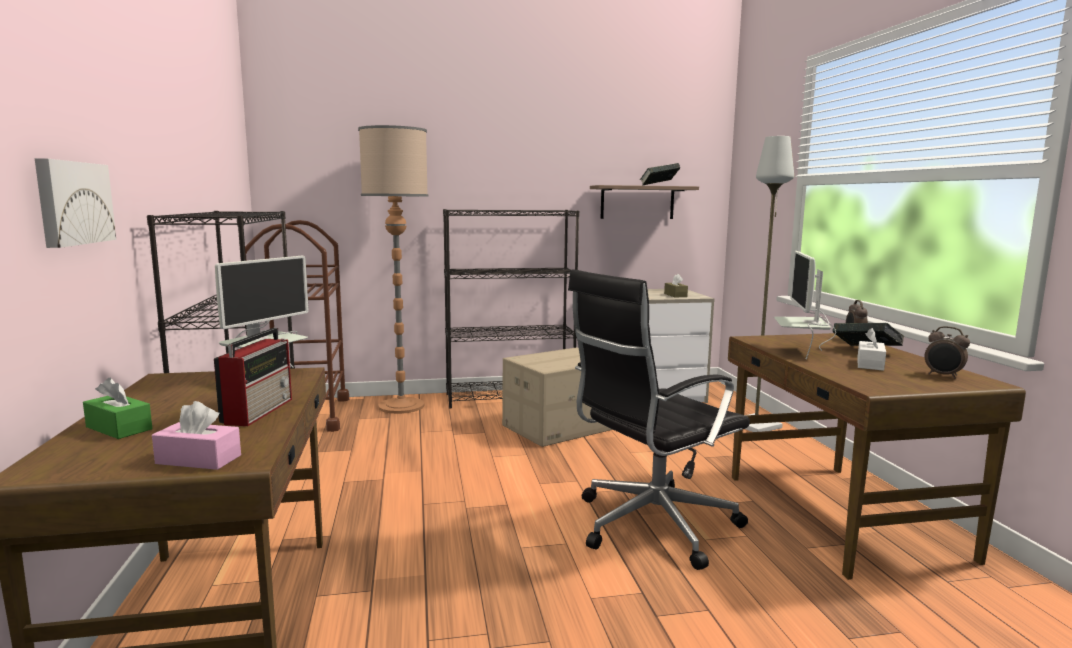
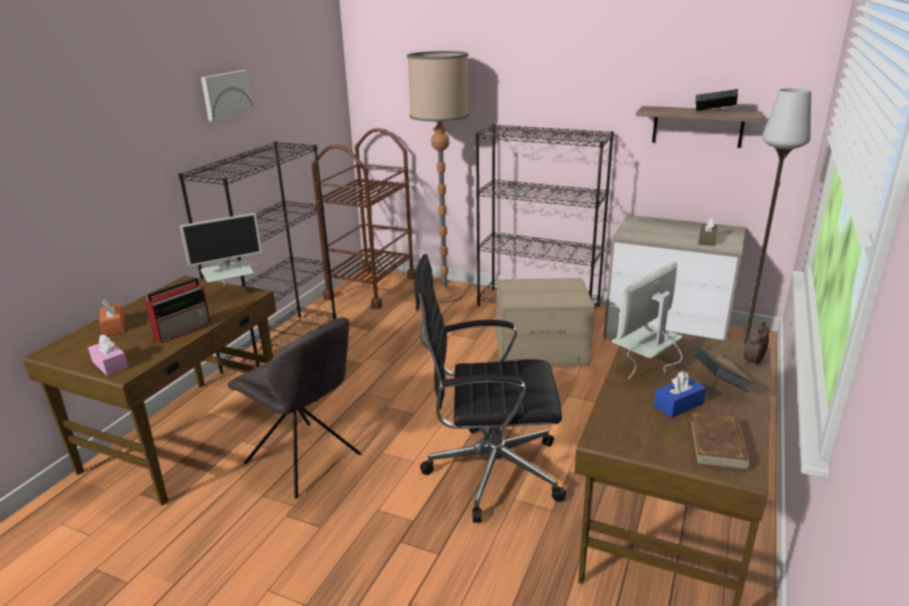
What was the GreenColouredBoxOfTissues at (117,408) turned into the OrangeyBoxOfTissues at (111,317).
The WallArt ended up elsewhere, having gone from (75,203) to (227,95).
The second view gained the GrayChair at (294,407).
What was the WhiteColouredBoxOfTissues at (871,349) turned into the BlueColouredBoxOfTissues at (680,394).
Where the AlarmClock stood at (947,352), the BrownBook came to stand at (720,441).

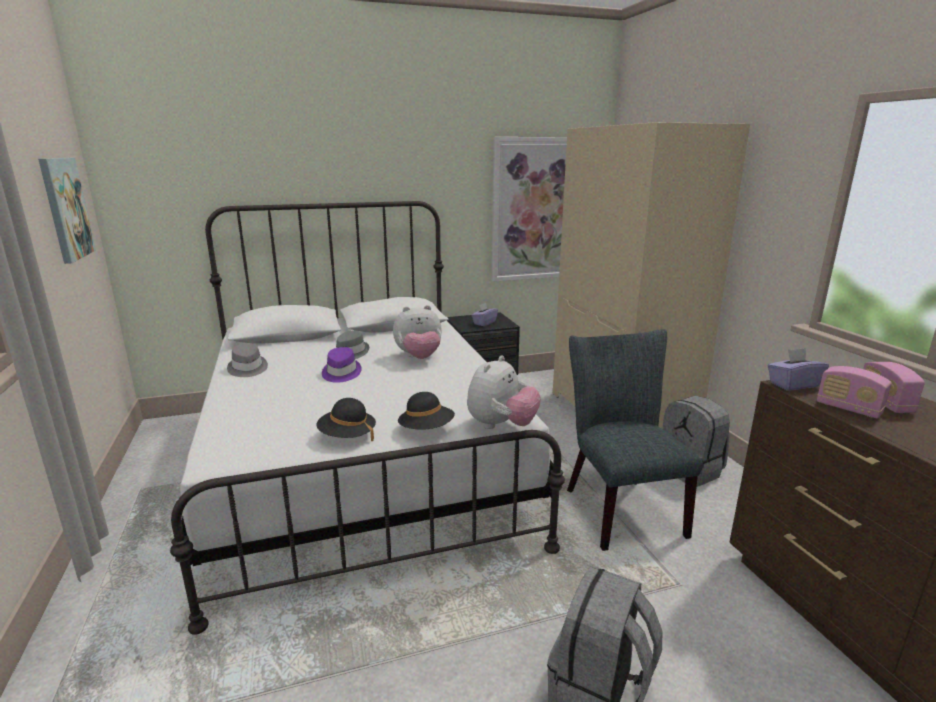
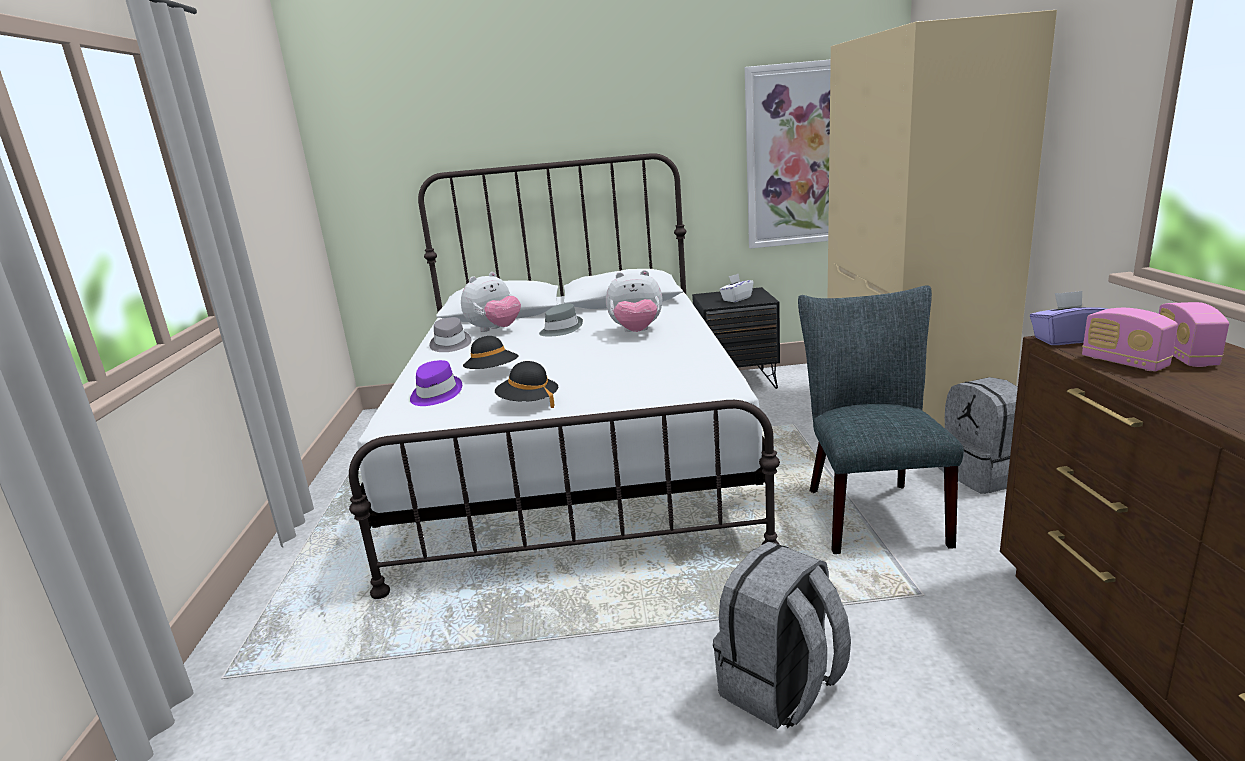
The PurpleWearableHat ended up elsewhere, having gone from (342,365) to (436,383).
The CuddlyToy ended up elsewhere, having gone from (504,392) to (491,302).
The BlackishWearableHat ended up elsewhere, having gone from (426,411) to (491,352).
What was the PurpleBoxOfTissues at (484,314) turned into the WhiteColouredBoxOfTissues at (736,288).
The second view lost the WallArt at (67,211).

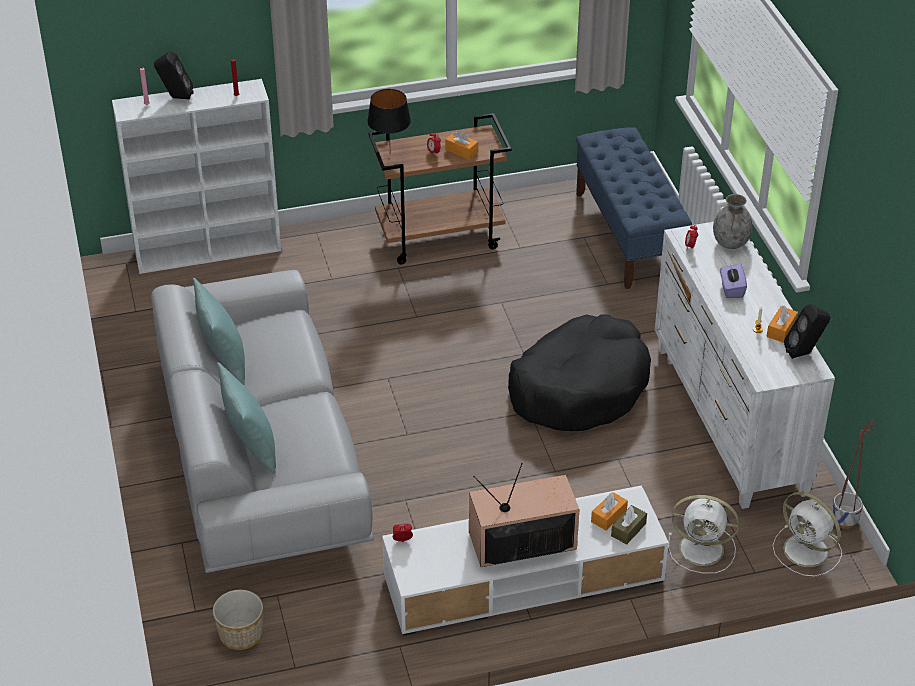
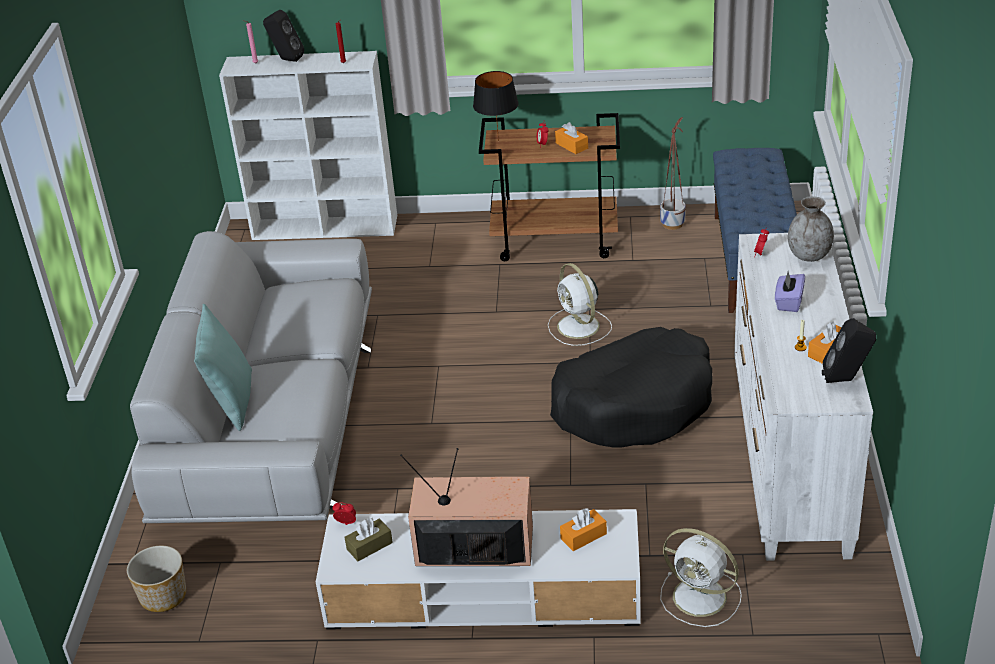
The BrownBoxOfTissues ended up elsewhere, having gone from (629,524) to (369,539).
The WhiteColouredFan ended up elsewhere, having gone from (807,534) to (580,304).
The Planter ended up elsewhere, having gone from (854,474) to (673,173).
The second view lost the BlueGreenThrowPillow at (219,331).

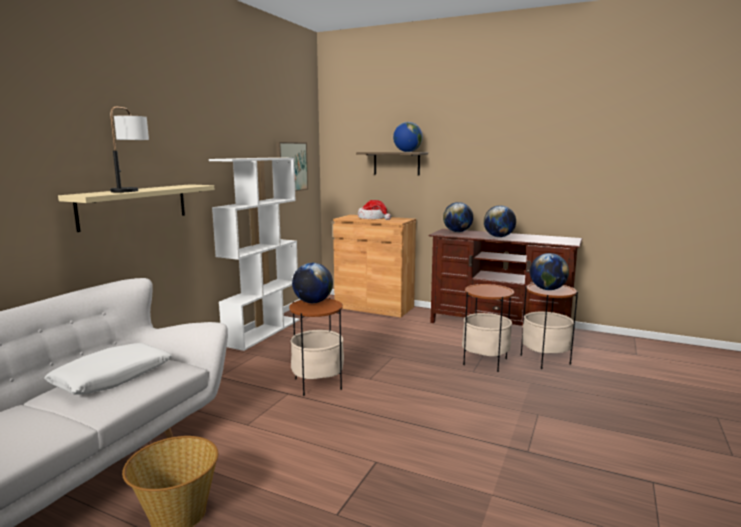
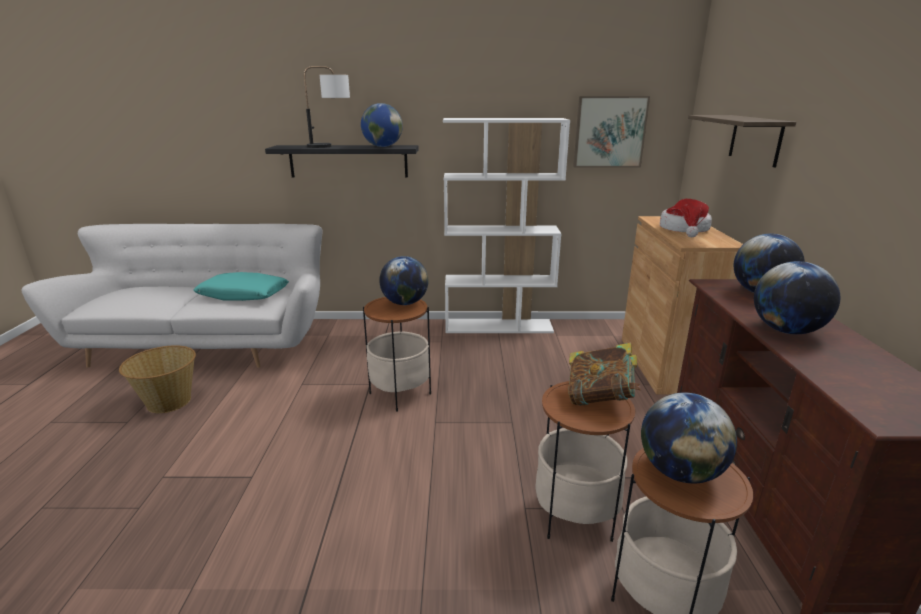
What was the WhiteColouredThrowPillow at (108,369) turned into the BlueGreenThrowPillow at (241,286).
What was the BeigeColouredBracketShelf at (136,208) turned into the BlackishBracketShelf at (342,161).
The DeskGlobe ended up elsewhere, having gone from (408,137) to (382,125).
The second view gained the Book at (604,374).

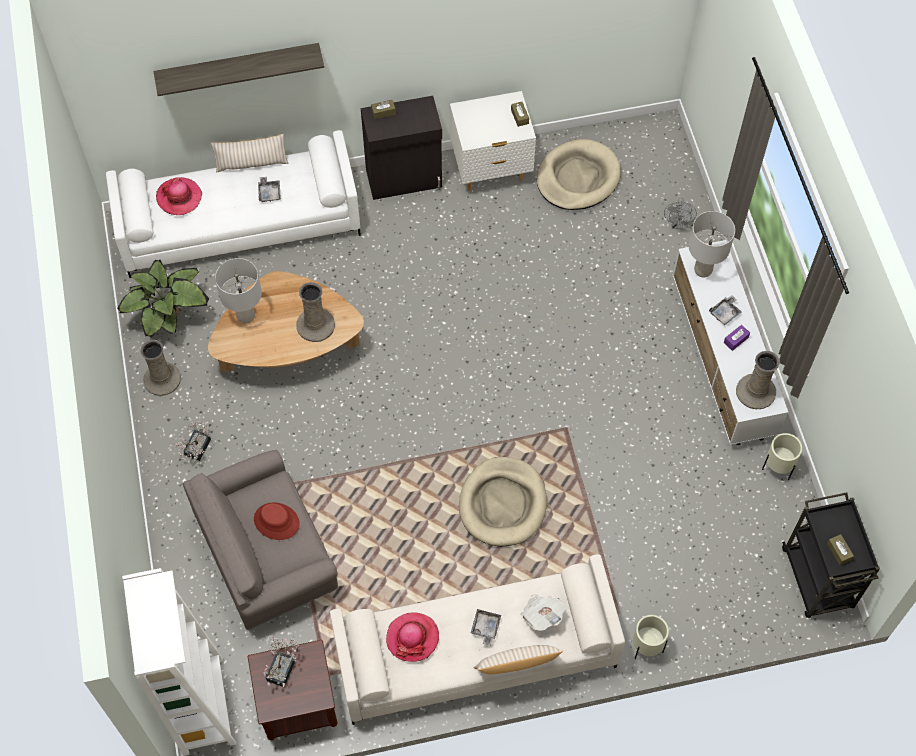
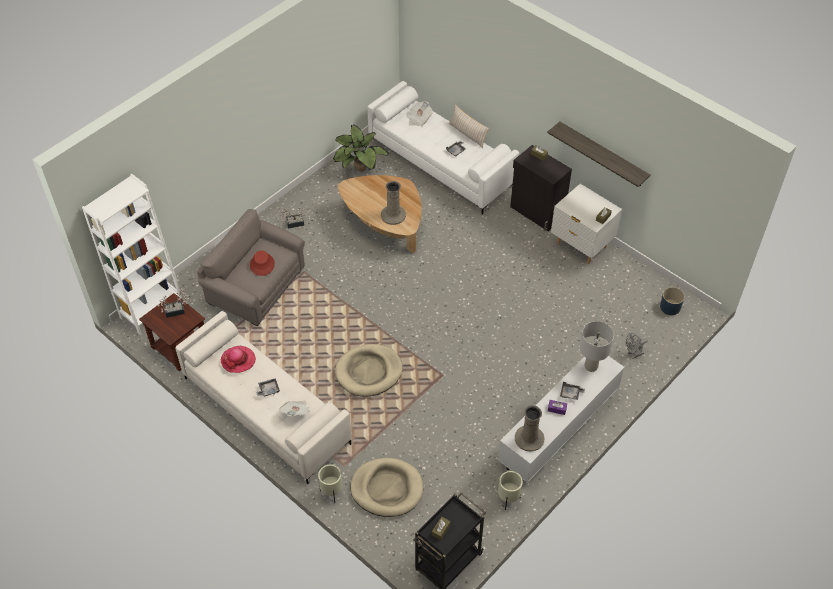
The BeigeColouredDogBed ended up elsewhere, having gone from (579,174) to (386,487).
Where the WearableHat stood at (179,196), the PrintedPaper came to stand at (421,114).
The BracketShelf ended up elsewhere, having gone from (239,69) to (599,154).
The second view gained the BlueColouredPlanter at (672,301).
The second view lost the BeigeColouredFlowerVase at (160,368).
The second view lost the GrayLampForATable at (238,290).
The second view lost the BeigeColouredThrowPillow at (518,659).

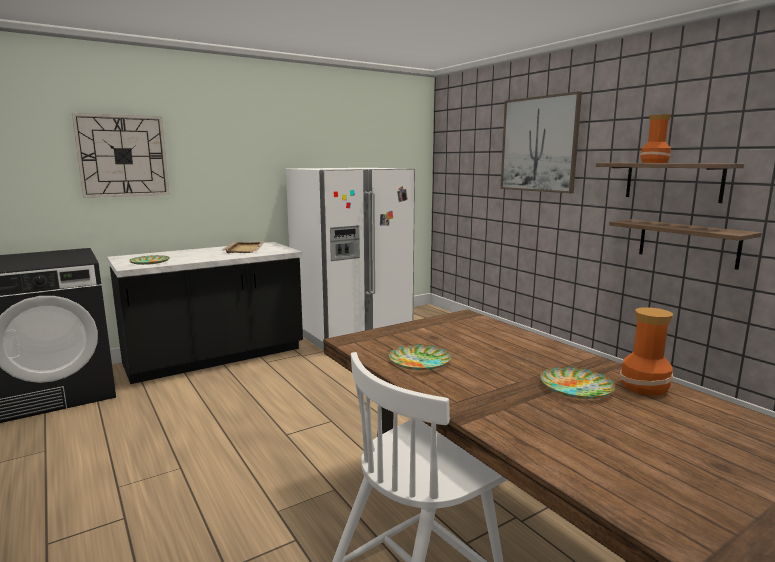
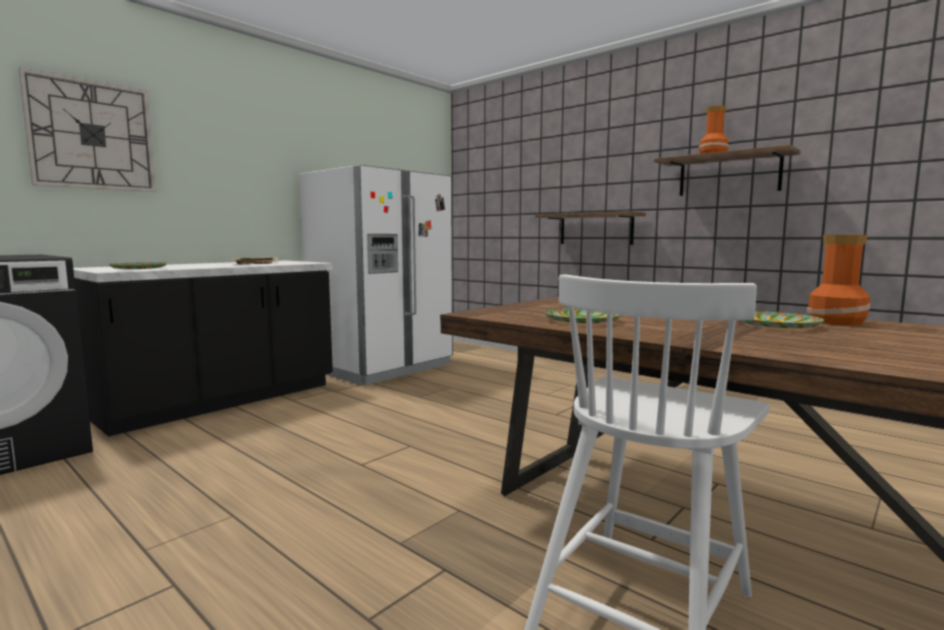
The BracketShelf ended up elsewhere, having gone from (685,244) to (590,228).
The second view lost the WallArt at (541,142).

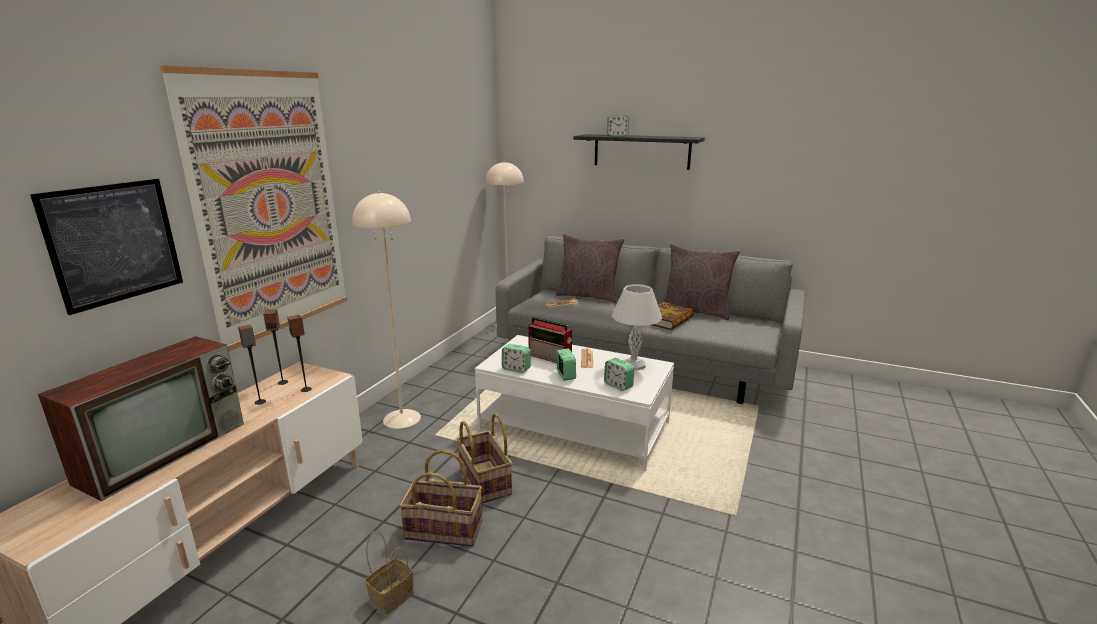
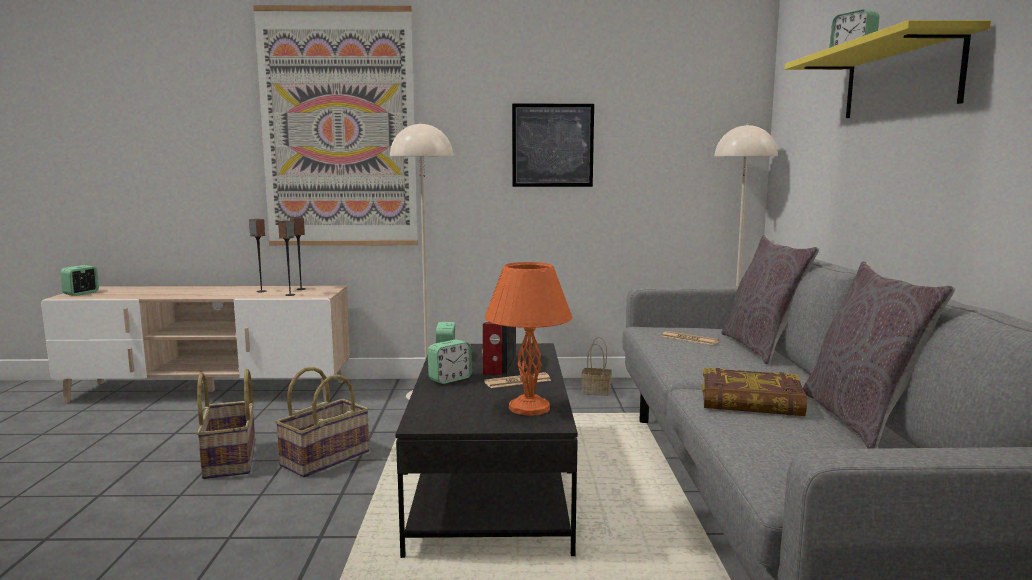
The AlarmClock ended up elsewhere, having gone from (619,374) to (80,280).
What was the WhiteColouredCoffeeTable at (574,403) turned into the BlackishCoffeeTable at (487,450).
What was the WhiteColouredLampForATable at (637,327) turned into the OrangeyLampForATable at (528,339).
The WallArt ended up elsewhere, having gone from (106,247) to (553,145).
The HouseholdBasket ended up elsewhere, having gone from (389,573) to (596,366).
What was the BlackishBracketShelf at (639,152) turned into the YellowishBracketShelf at (888,69).
The second view lost the TvSet at (141,418).

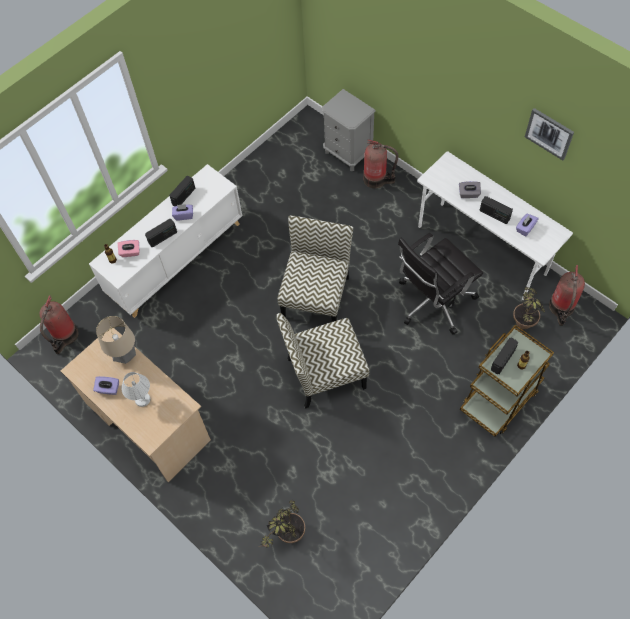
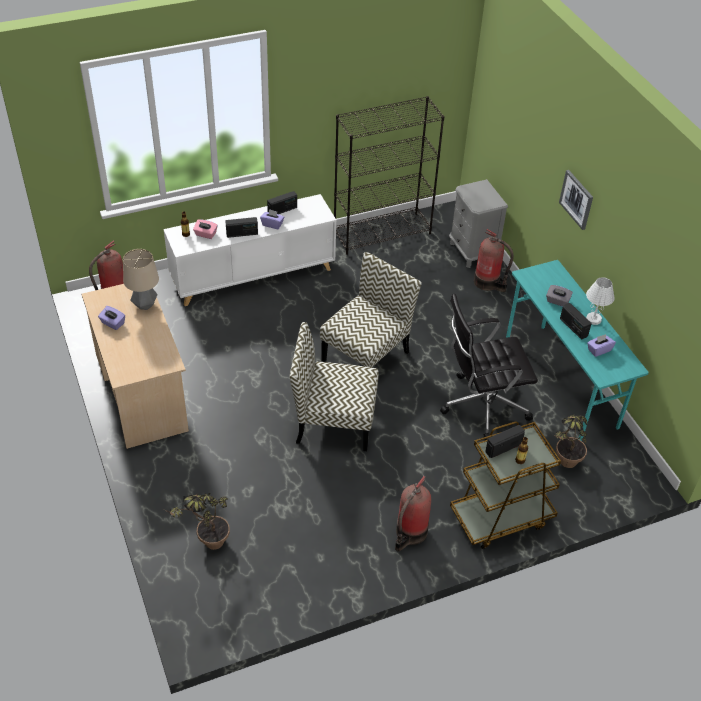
The second view gained the BlackishBookshelf at (389,175).
The FireFightingCylinder ended up elsewhere, having gone from (567,295) to (413,513).
What was the WhiteColouredDesk at (495,226) turned into the BlueGreenDesk at (577,350).
The WallArt ended up elsewhere, having gone from (549,134) to (576,200).
The WhiteColouredLampForATable ended up elsewhere, having gone from (135,389) to (600,301).

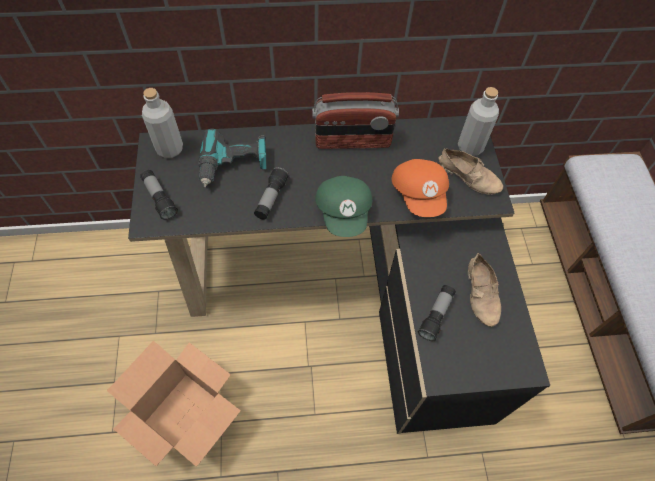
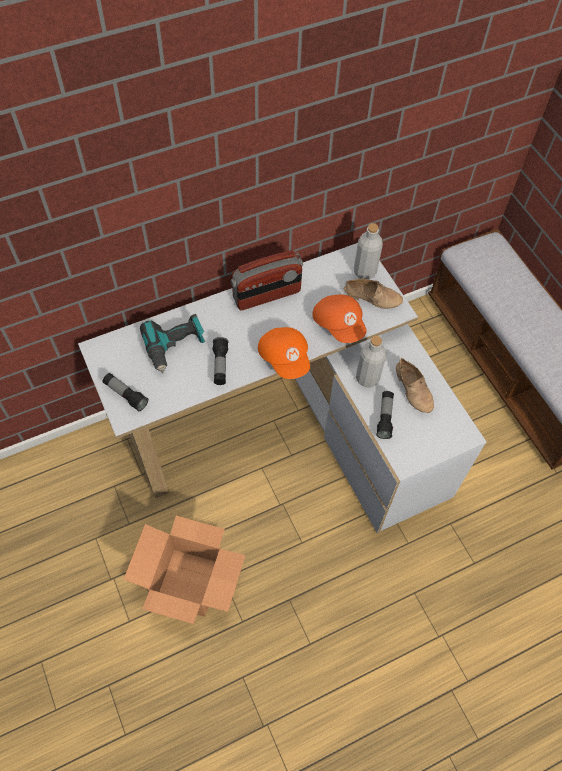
What was the BlackishDesk at (339,275) turned into the WhiteColouredDesk at (282,388).
What was the GreenColouredCap at (343,206) turned into the OrangeyCap at (284,353).
The GrayBottle ended up elsewhere, having gone from (162,123) to (371,361).

